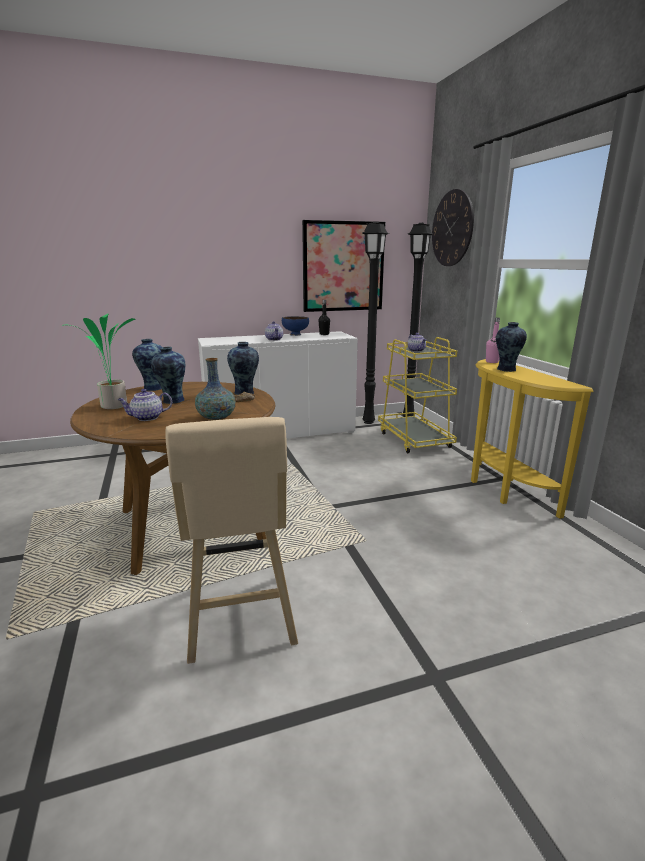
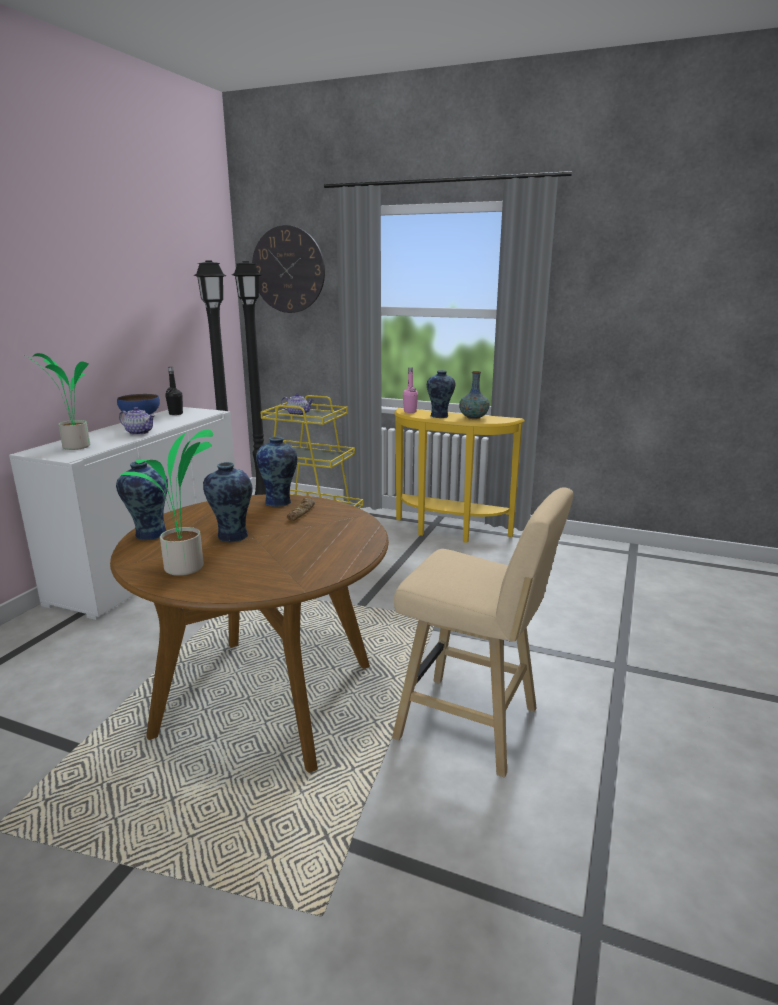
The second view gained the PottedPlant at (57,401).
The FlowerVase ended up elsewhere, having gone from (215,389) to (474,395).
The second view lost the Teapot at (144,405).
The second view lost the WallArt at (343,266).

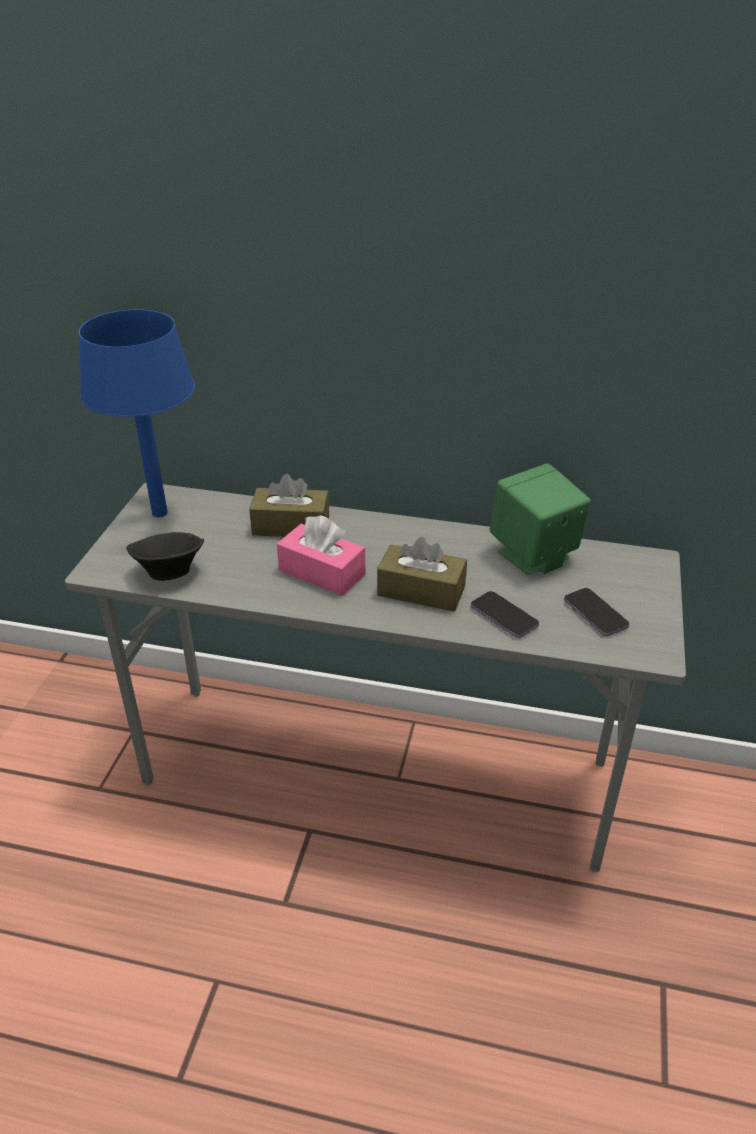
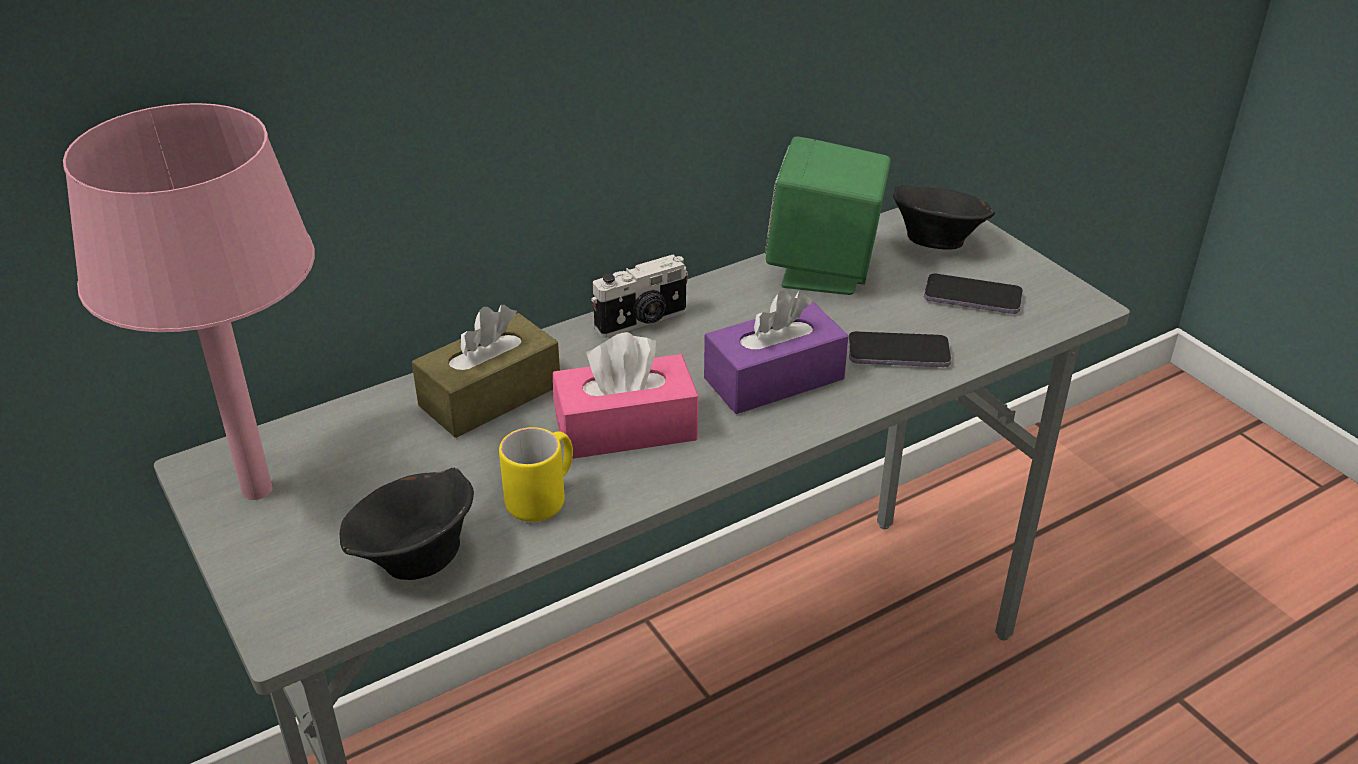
What was the BlueColouredLampForATable at (137,413) turned into the PinkishLampForATable at (189,301).
The second view gained the YellowishMug at (536,474).
The second view gained the StillCamera at (639,296).
What was the BrownBoxOfTissues at (422,574) turned into the PurpleBoxOfTissues at (776,352).
The second view gained the BlackishDeepDish at (944,217).

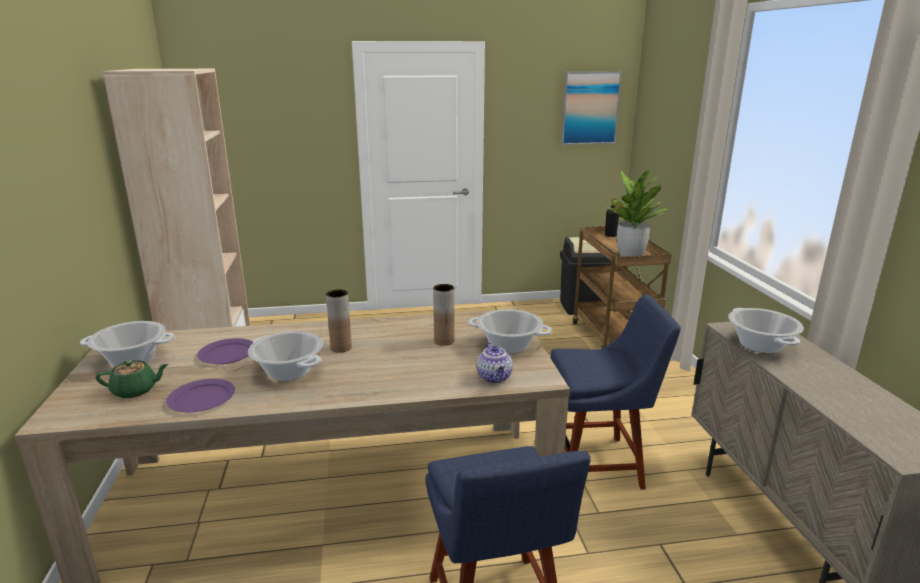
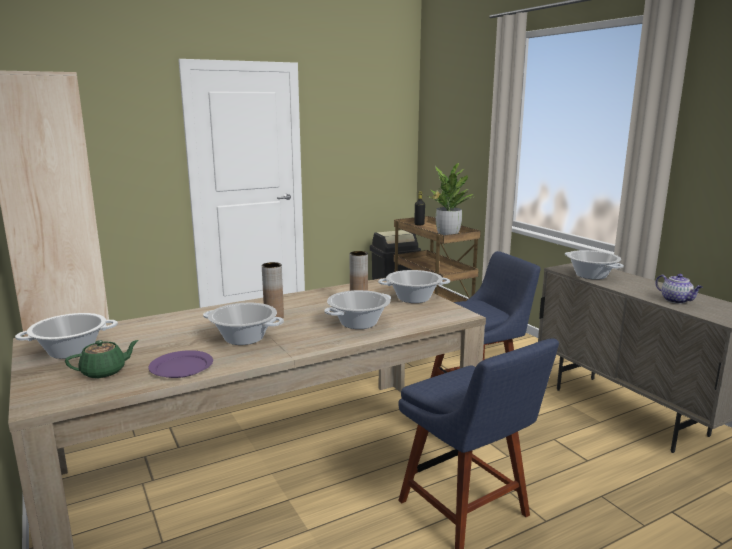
The second view gained the Stockpot at (357,309).
The Teapot ended up elsewhere, having gone from (495,362) to (679,289).
The second view lost the PurplePlate at (225,351).
The second view lost the WallArt at (591,108).

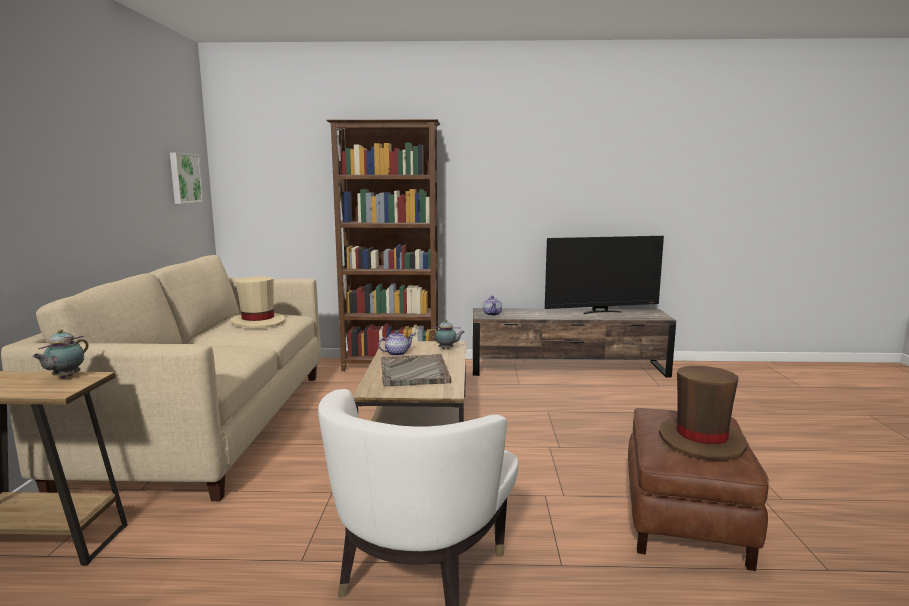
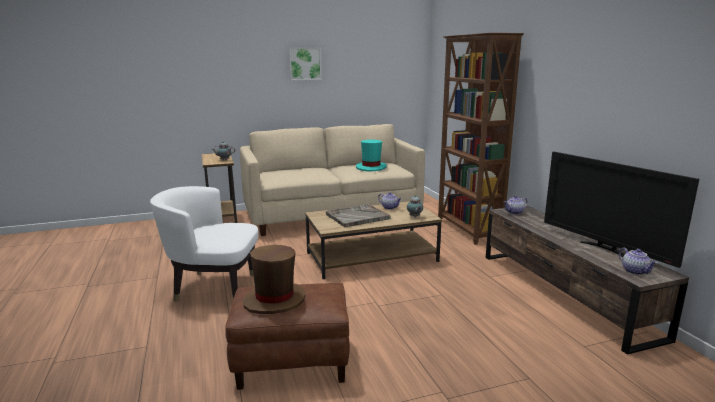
The WallArt ended up elsewhere, having gone from (186,178) to (305,63).
What was the BeigeColouredWearableHat at (258,302) turned into the BlueGreenWearableHat at (371,155).
The second view gained the Teapot at (638,261).

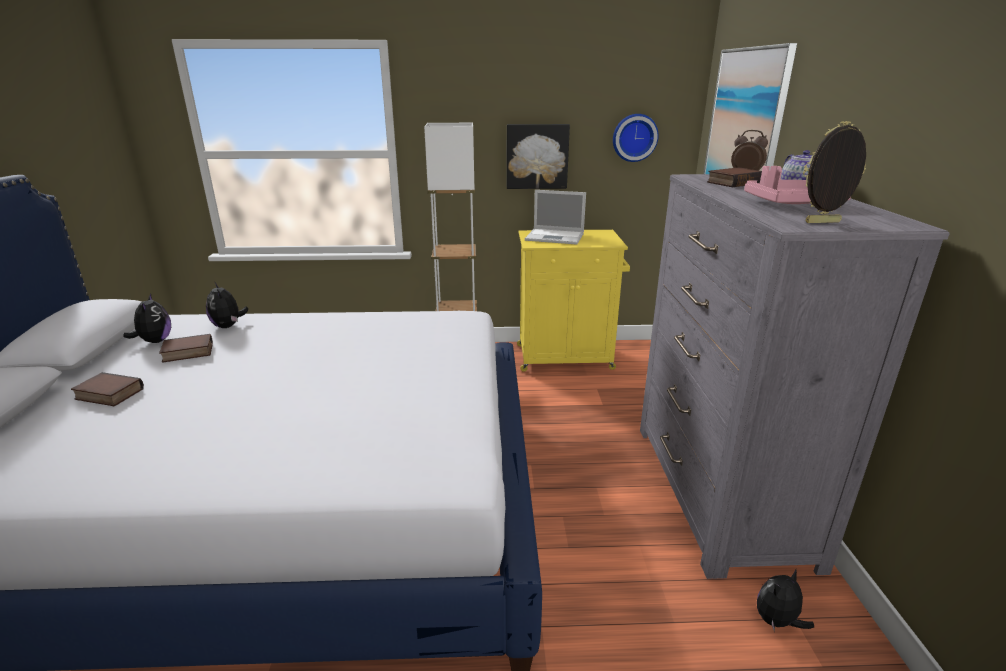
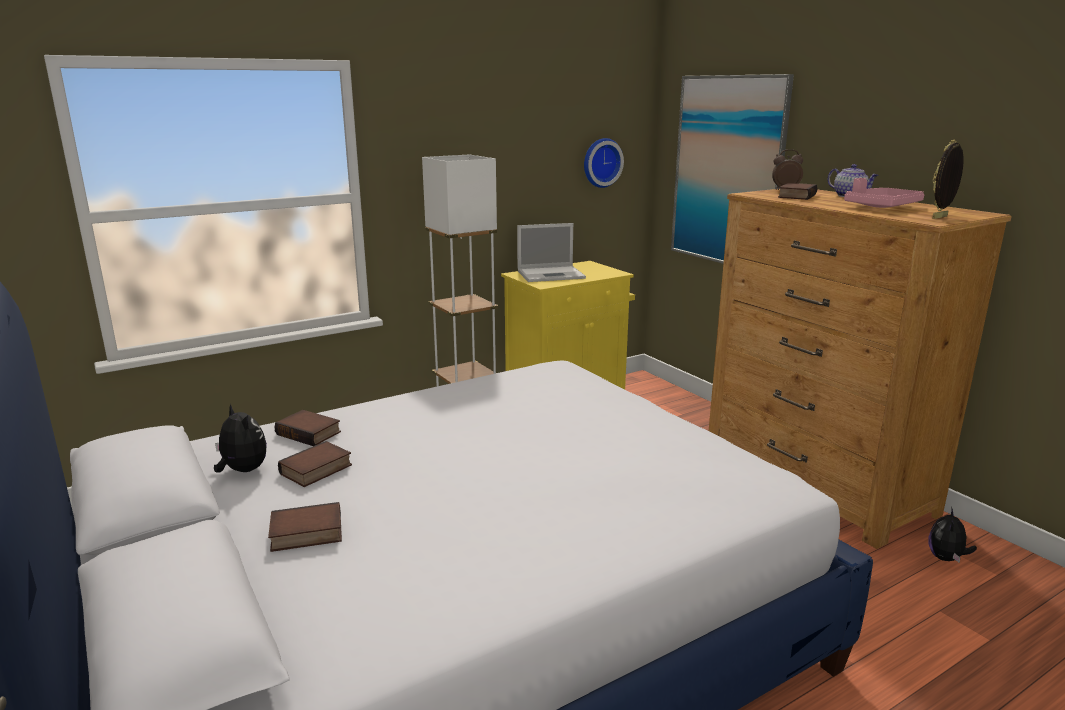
Where the CuddlyToy stood at (227,305), the Book came to stand at (307,428).
What was the GrayDrawerChest at (795,376) turned into the BrownDrawerChest at (860,369).
The second view lost the WallArt at (538,156).

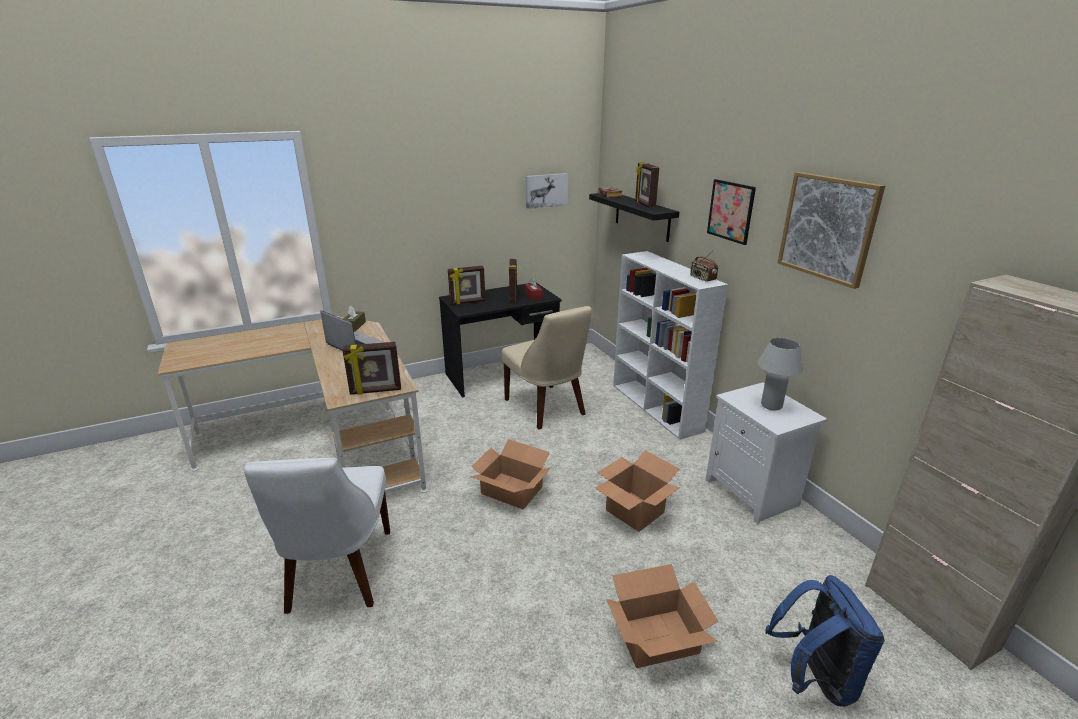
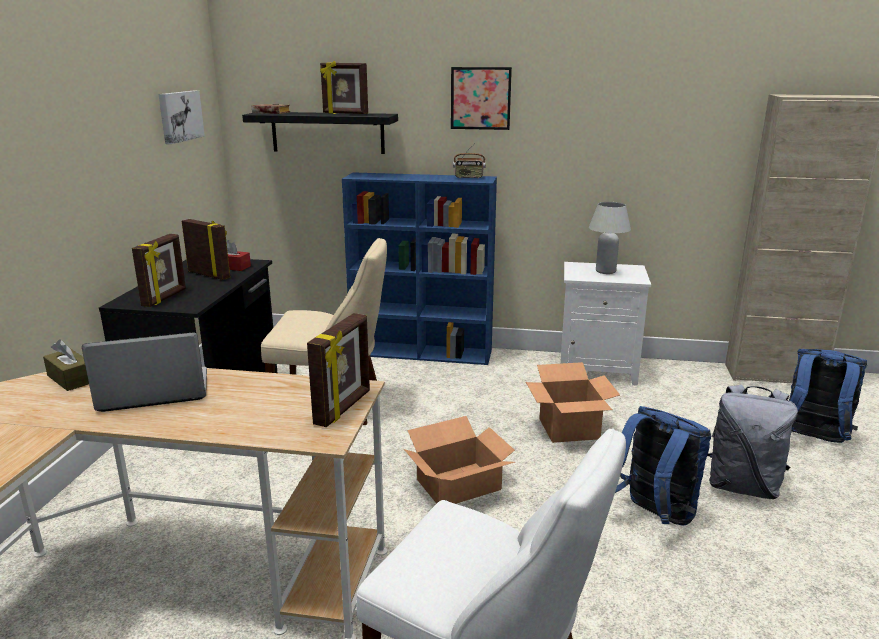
What was the WhiteColouredBookshelf at (670,345) turned into the BlueColouredBookshelf at (419,268).
The second view gained the BlueColouredKnapsack at (663,466).
Where the PackingBox stood at (662,616), the GrayKnapsack came to stand at (752,441).
The second view lost the WallArt at (831,230).

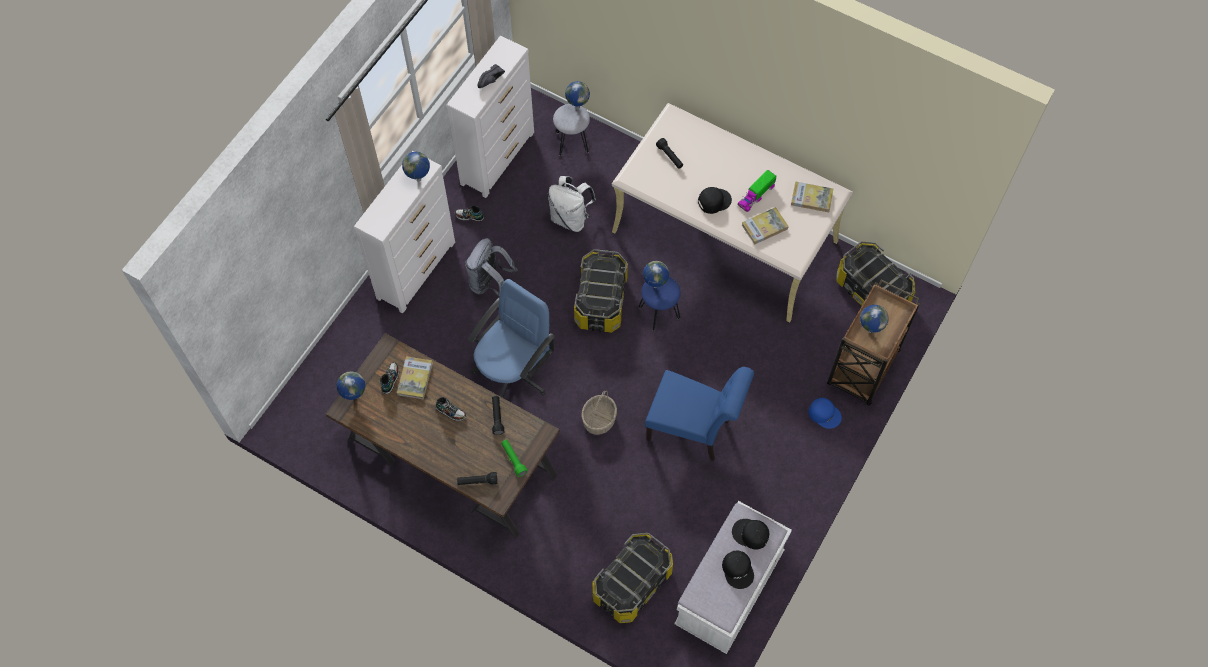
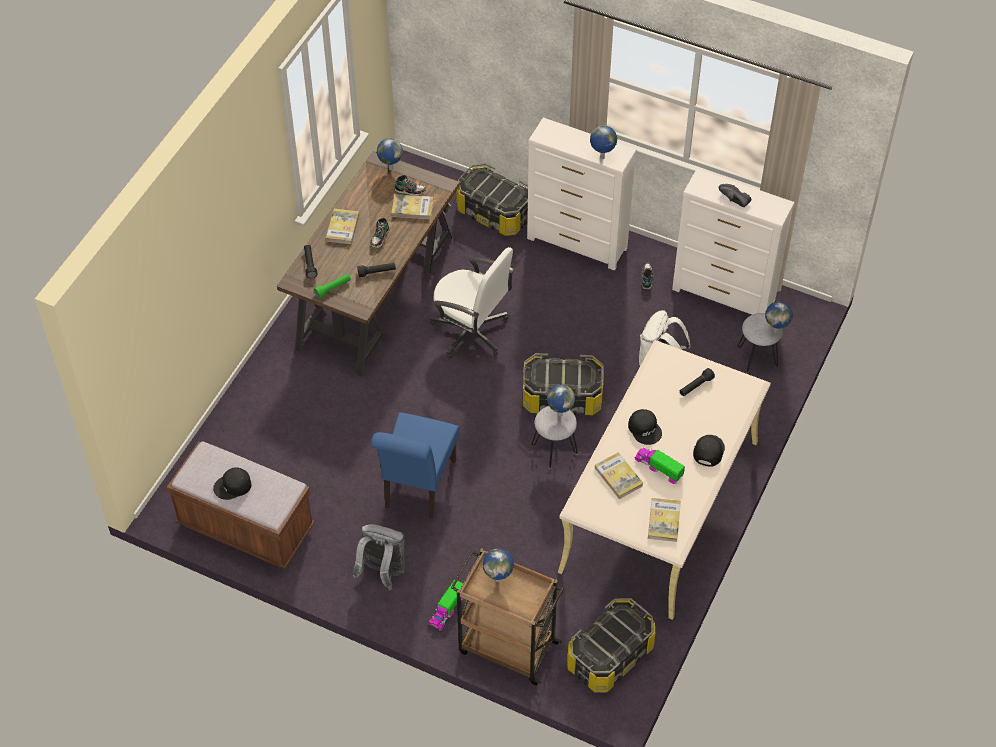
What was the WhiteColouredLongSeat at (733,577) turned into the BrownLongSeat at (241,505).
The second view gained the Book at (342,226).
The GrayKnapsack ended up elsewhere, having gone from (491,267) to (379,557).
Where the BlueColouredCap stood at (825,413), the ToyTruck came to stand at (446,605).
What was the BlueColouredComputerChair at (511,338) turned into the WhiteColouredComputerChair at (472,302).
The StorageBox ended up elsewhere, having gone from (632,578) to (492,199).
What was the BlueColouredSittingStool at (660,304) turned into the GraySittingStool at (555,437).
The BlackishCap ended up elsewhere, having gone from (751,534) to (709,451).
The second view lost the HouseholdBasket at (599,413).

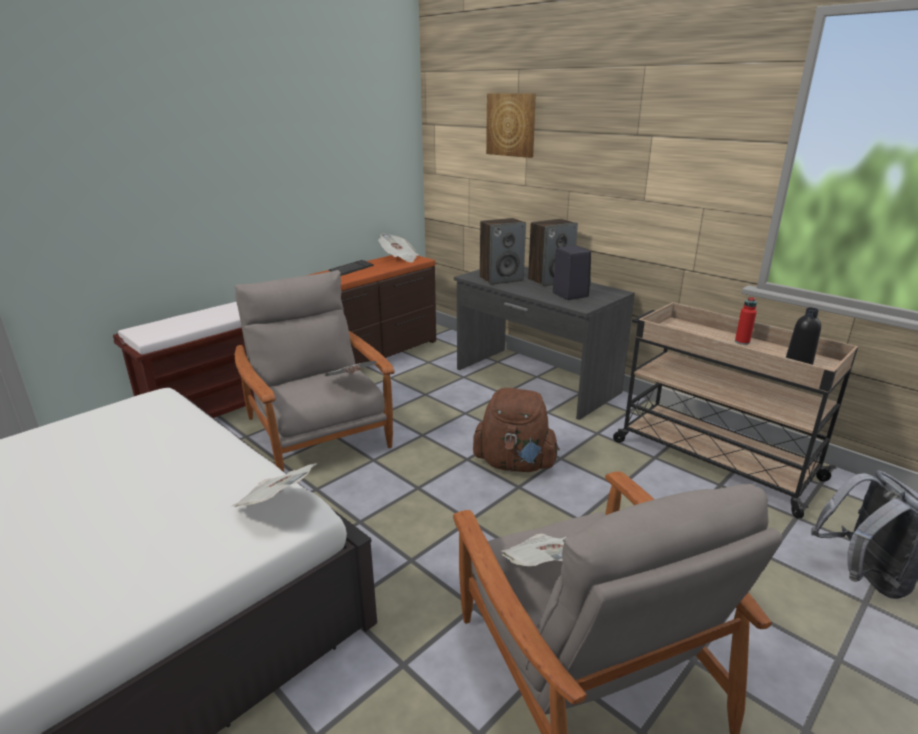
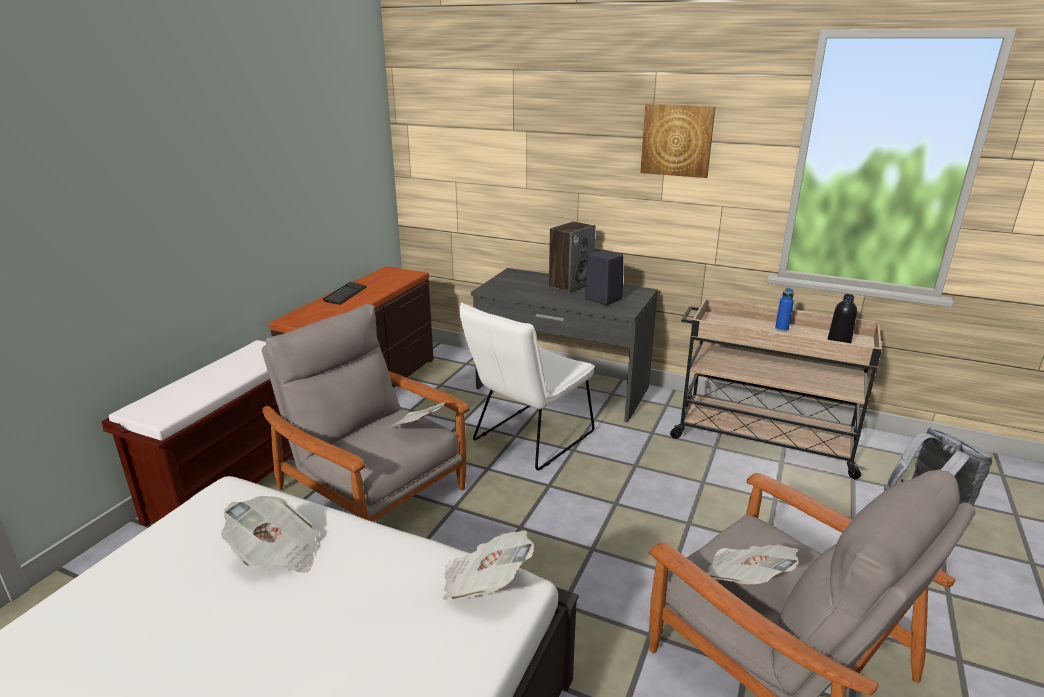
The PrintedPaper ended up elsewhere, having gone from (398,248) to (270,534).
The second view gained the WhiteColouredChair at (527,386).
The WallArt ended up elsewhere, having gone from (511,125) to (678,141).
What was the ReddishBottle at (746,321) turned into the BlueColouredBottle at (784,309).
The second view lost the BrownKnapsack at (516,430).
The second view lost the Loudspeaker at (503,251).

